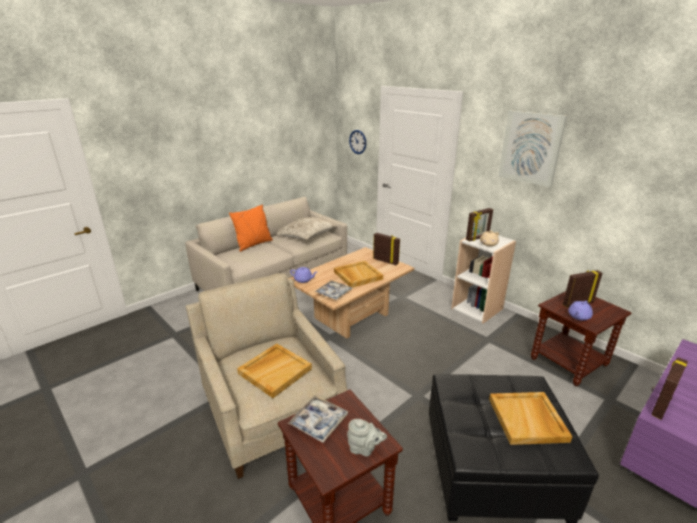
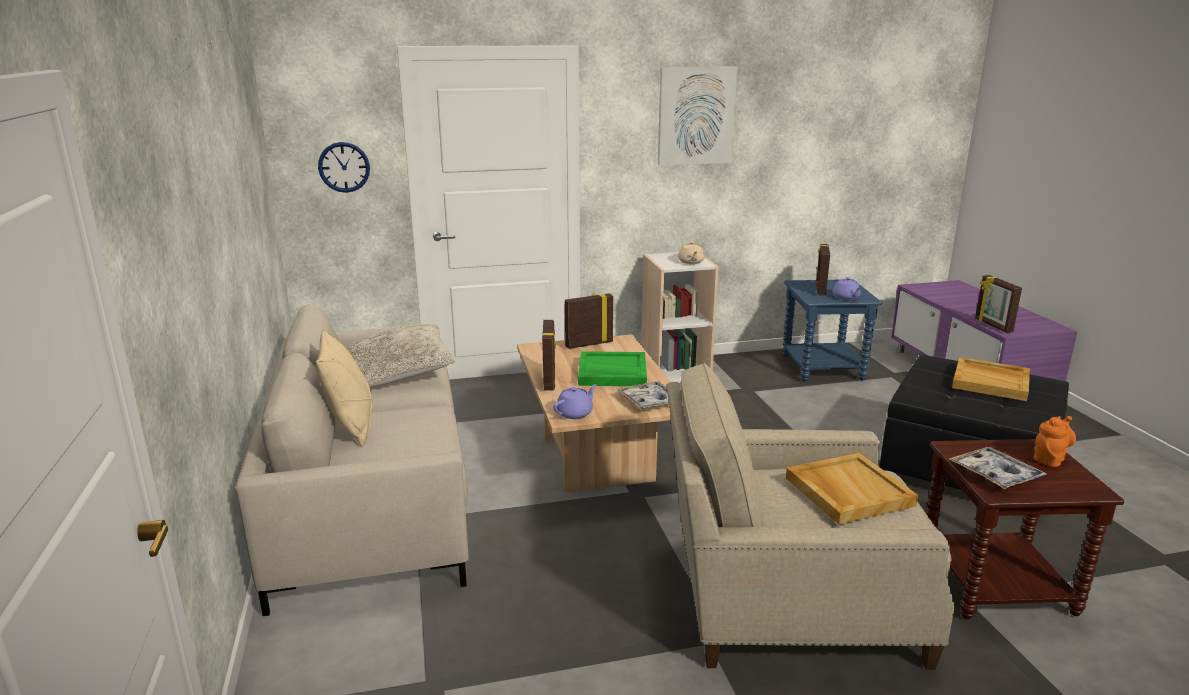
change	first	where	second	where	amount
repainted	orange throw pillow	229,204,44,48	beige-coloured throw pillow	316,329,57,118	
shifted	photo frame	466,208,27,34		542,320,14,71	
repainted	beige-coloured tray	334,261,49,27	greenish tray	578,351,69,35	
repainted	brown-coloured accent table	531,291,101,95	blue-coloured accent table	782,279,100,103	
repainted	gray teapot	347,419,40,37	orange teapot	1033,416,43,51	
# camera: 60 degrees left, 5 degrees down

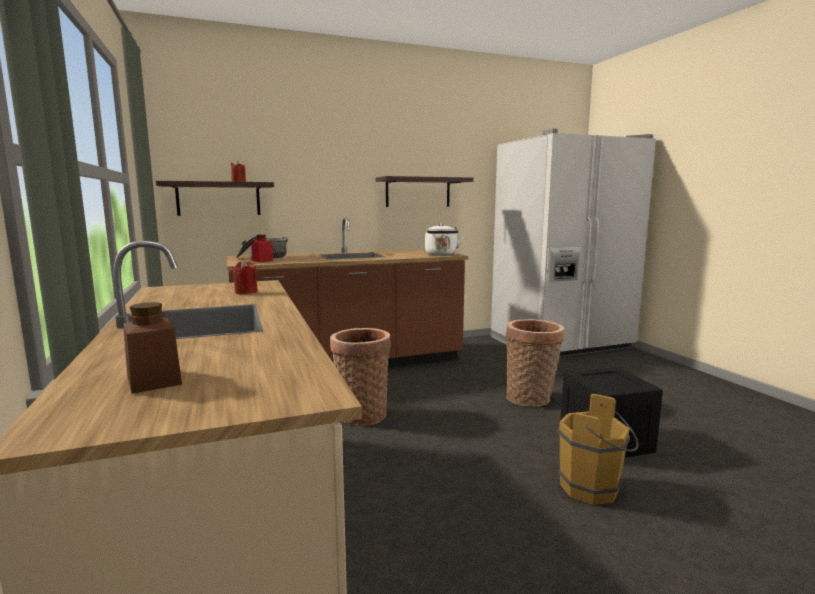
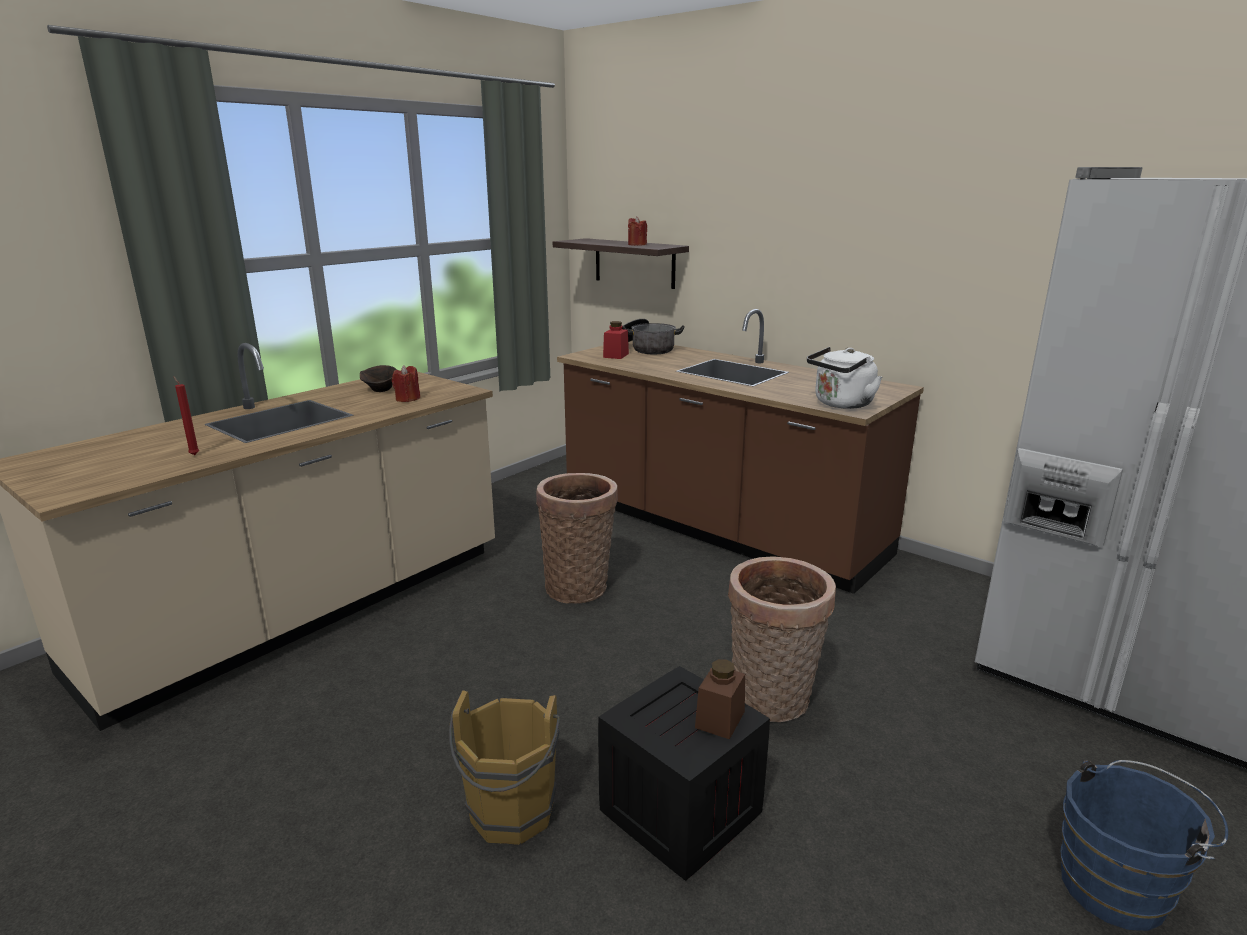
change	first	where	second	where	amount
gone	bracket shelf	375,176,99,31			
shifted	brown-coloured preserve jar	123,302,59,92		695,659,50,80	
new			brown-coloured serving bowl	360,365,37,27	
new			red-coloured wax light	173,376,27,79	
new			blue-coloured pail	1060,760,168,171	
# camera: 60 degrees right, 10 degrees up

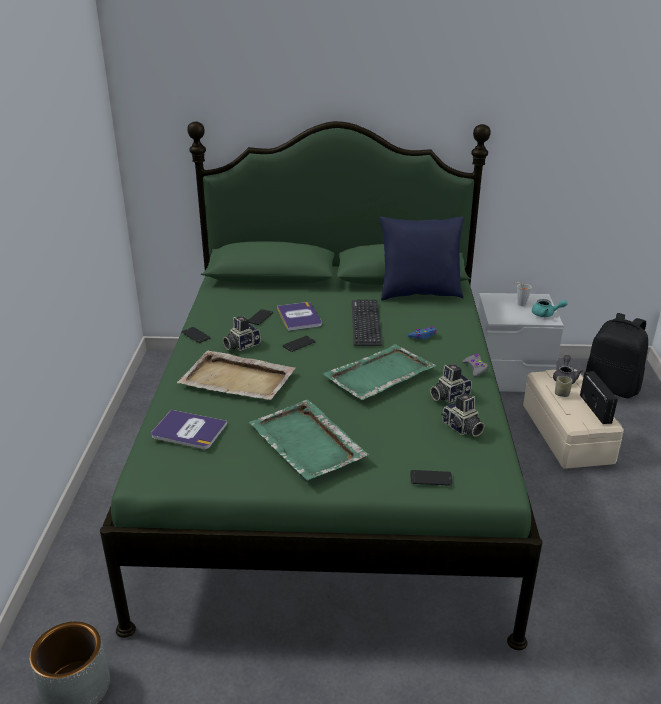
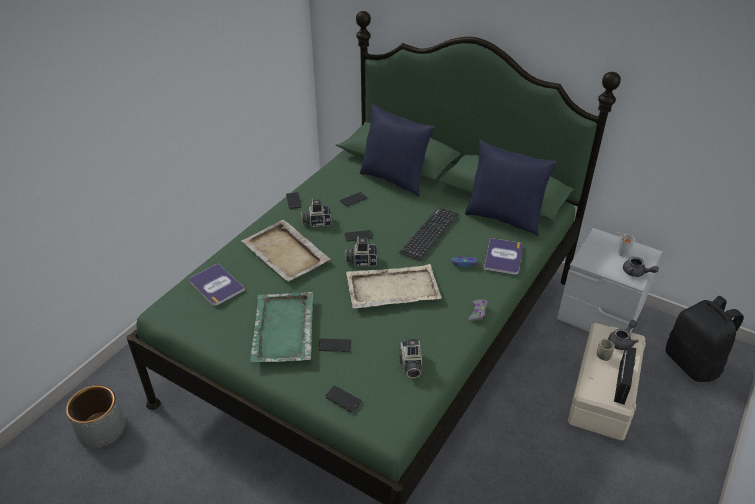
change	first	where	second	where	amount
repainted	turquoise teapot	532,299,36,18	gray teapot	623,257,36,20	
shifted	volume	277,302,45,29		484,238,39,37	
repainted	greenish tray	322,344,114,56	beige-coloured tray	346,264,96,44	
shifted	photo camera	430,364,42,39		345,236,32,30	
new			blue-coloured throw pillow	360,104,75,93	
new			telephone	318,339,33,13	
# camera: 30 degrees right, 10 degrees up

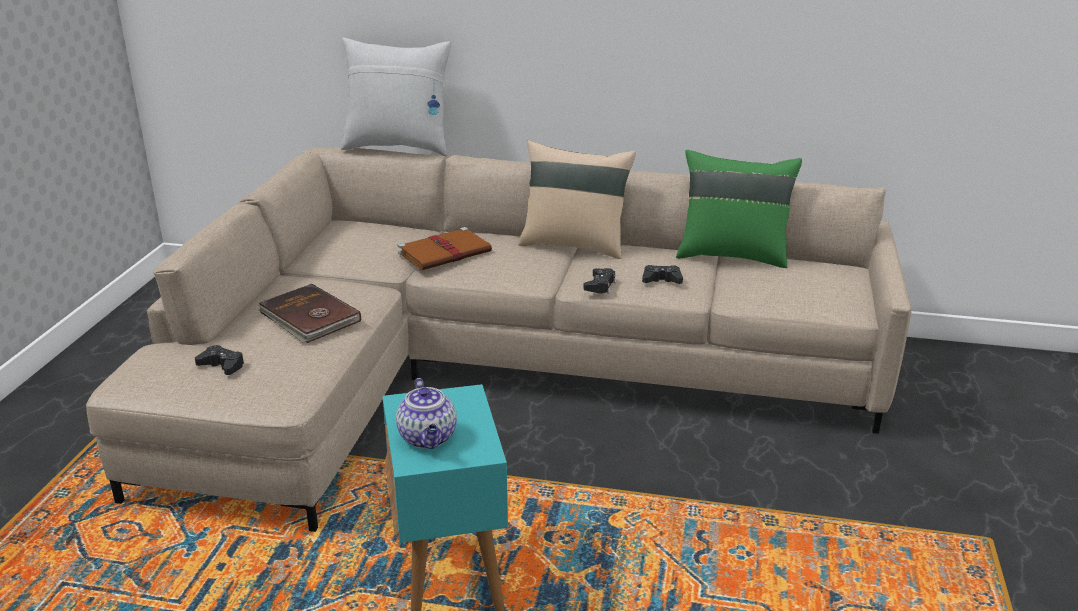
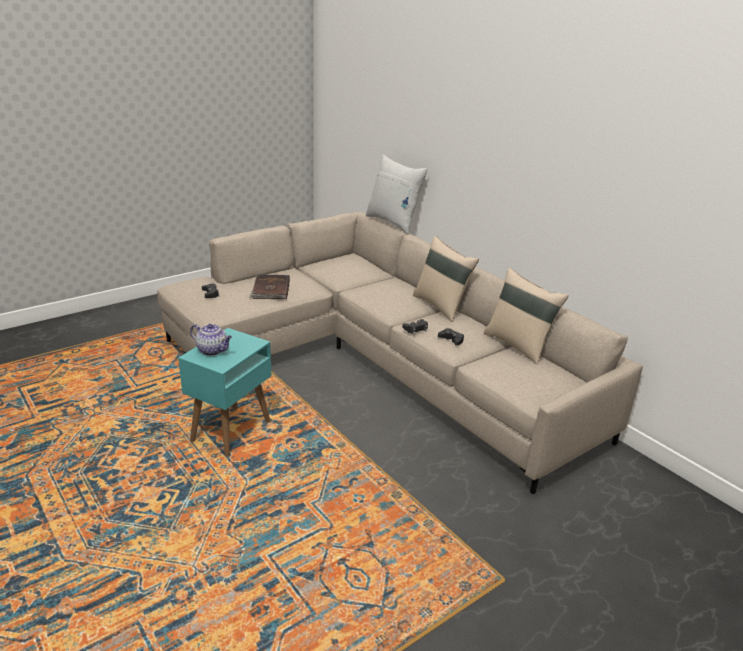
change	first	where	second	where	amount
repainted	greenish throw pillow	676,150,126,118	beige-coloured throw pillow	483,267,86,97	
gone	brown-coloured volume	398,227,94,43			
rotated	teapot	396,378,61,71		190,324,42,32	90 degrees counterclockwise
# camera: 40 degrees right, 0 degrees up

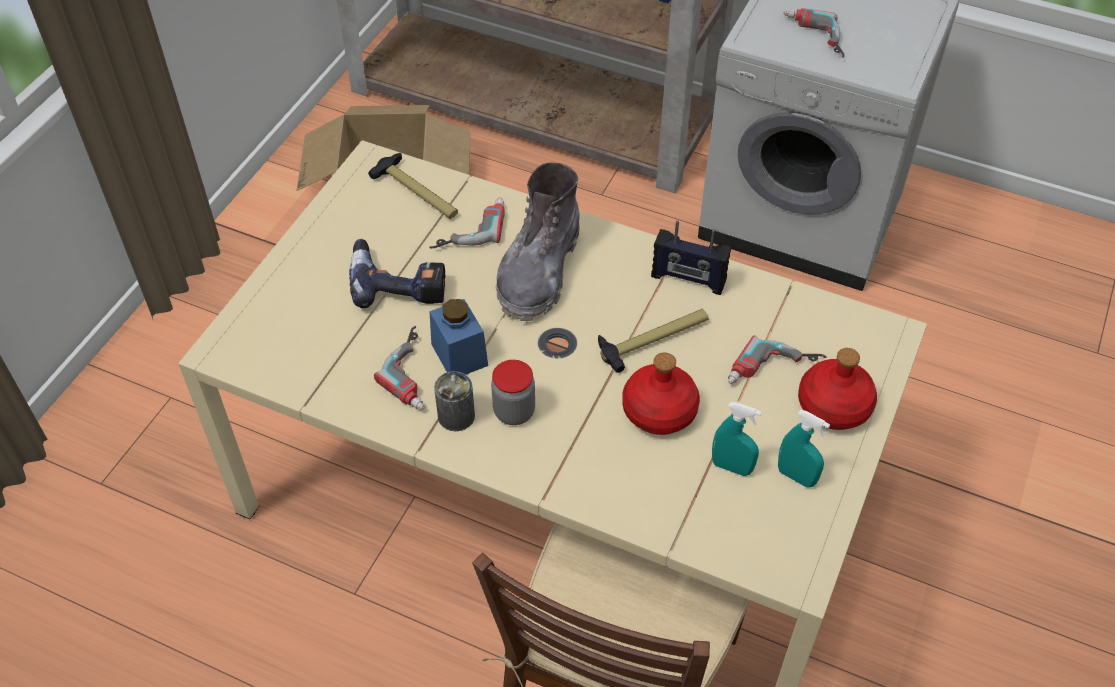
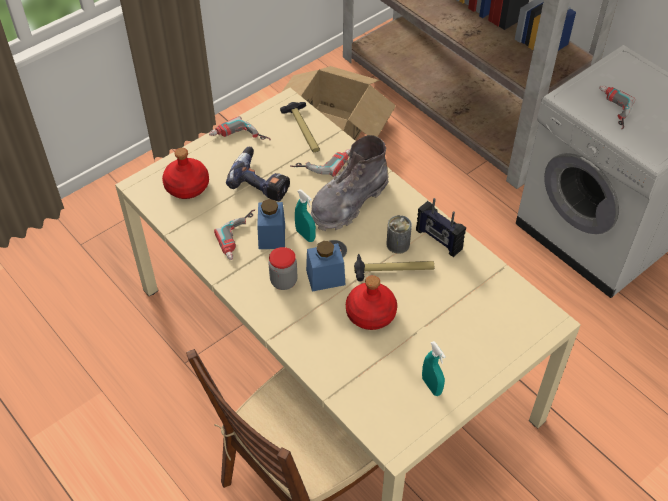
change	first	where	second	where	amount
shifted	electric drill	728,335,99,49		209,116,62,24	
shifted	red-coloured bottle	798,348,79,82		162,148,47,51	
shifted	sealed can	434,371,41,60		387,215,25,39	
shifted	turquoise sprayer	712,402,50,74		295,190,21,52	
new			blue-coloured preserve jar	306,241,39,50	
# camera: 25 degrees right, 0 degrees up

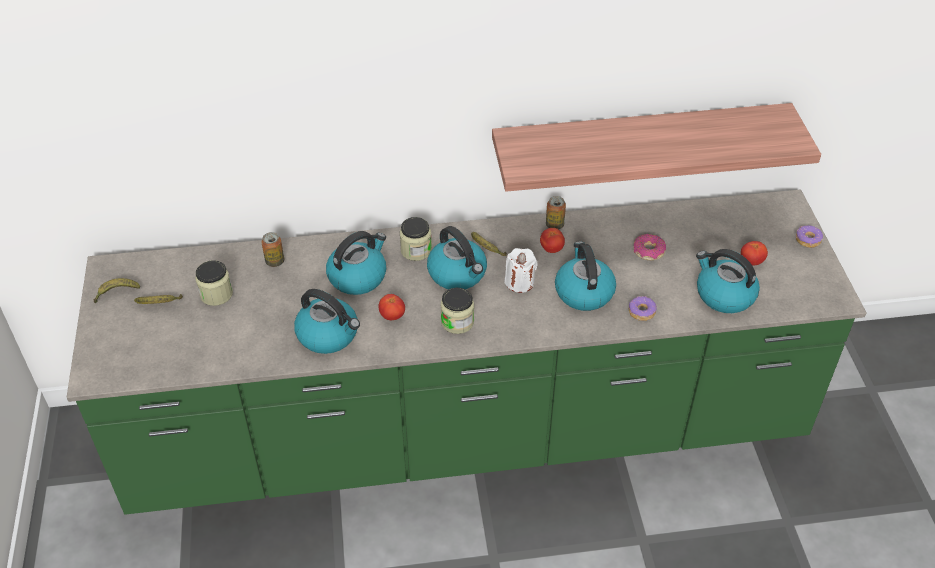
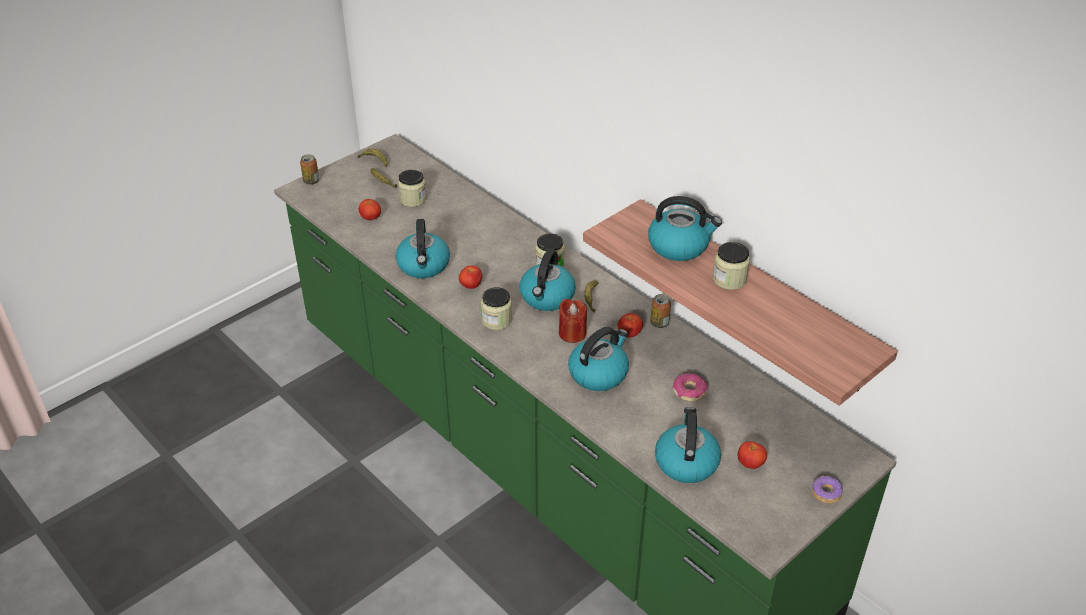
change	first	where	second	where	amount
shifted	tea kettle	326,231,60,64		648,196,74,65	
shifted	sealed can	261,232,23,35		300,154,19,31	
repainted	whitish wax light	505,248,33,45	red-coloured wax light	559,299,28,44	
gone	doughnut	629,296,28,25			
new			whole tomato	359,199,22,21	
new			preserve jar	713,242,37,48	
# camera: 55 degrees right, 5 degrees down

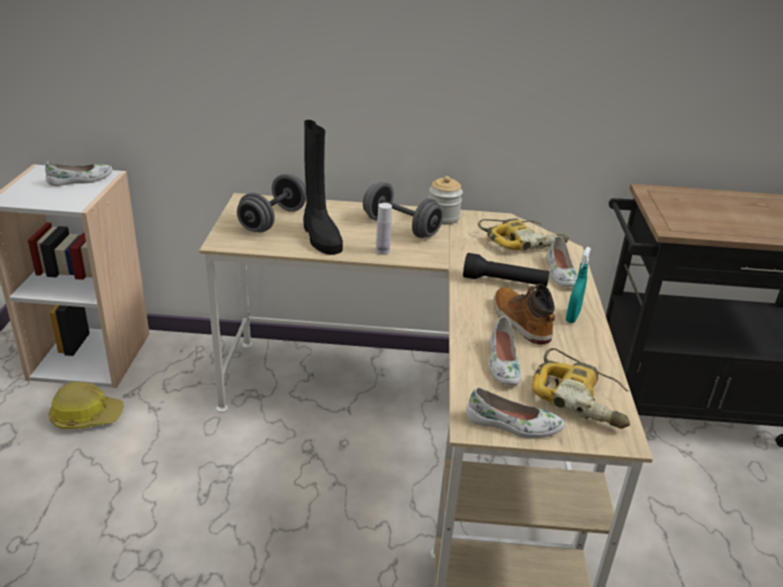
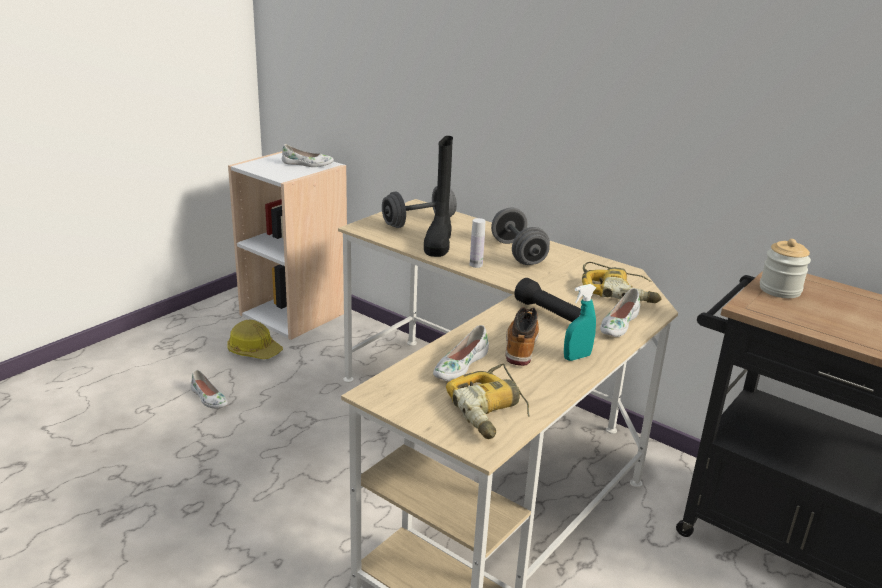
change	first	where	second	where	amount
shifted	preserve jar	429,176,34,49		760,239,51,59	
shifted	whitish item of footwear	466,387,99,51		191,370,37,39	
# camera: 35 degrees right, 5 degrees down

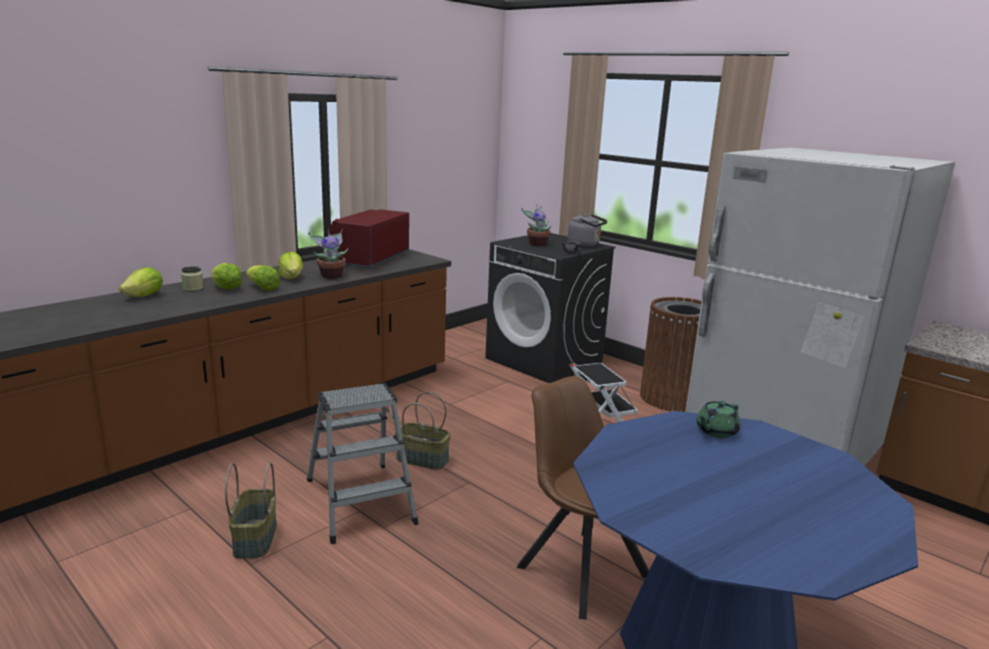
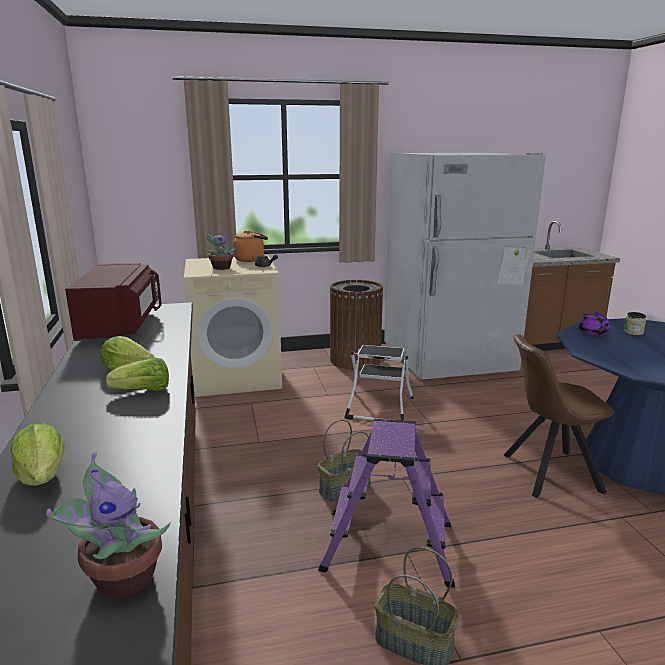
change	first	where	second	where	amount
rotated	red-coloured kitchen microwave	328,209,81,60		65,263,97,78	150 degrees counterclockwise
repainted	gray tea kettle	568,214,39,33	orange tea kettle	233,231,35,31	
shifted	potted plant	308,229,40,49		46,452,125,146	
repainted	black washing machine	485,233,131,150	beige-coloured washing machine	184,256,98,141	
gone	head of lettuce	211,263,31,26			
shifted	preserve jar	181,266,23,25		624,312,22,23	
repainted	gray step stool	307,383,112,161	purple-coloured step stool	318,419,137,169	
repainted	greenish teapot	696,401,44,37	purple-coloured teapot	579,312,31,24	
# camera: 55 degrees left, 0 degrees up

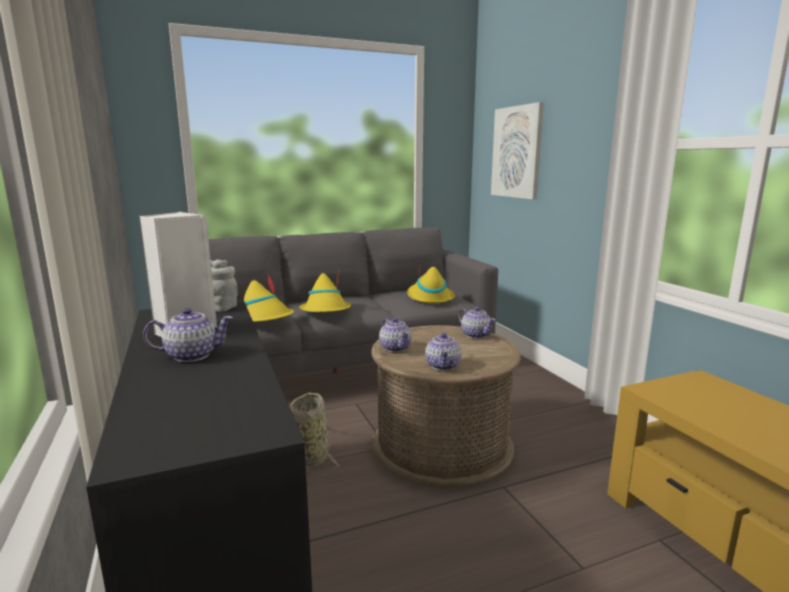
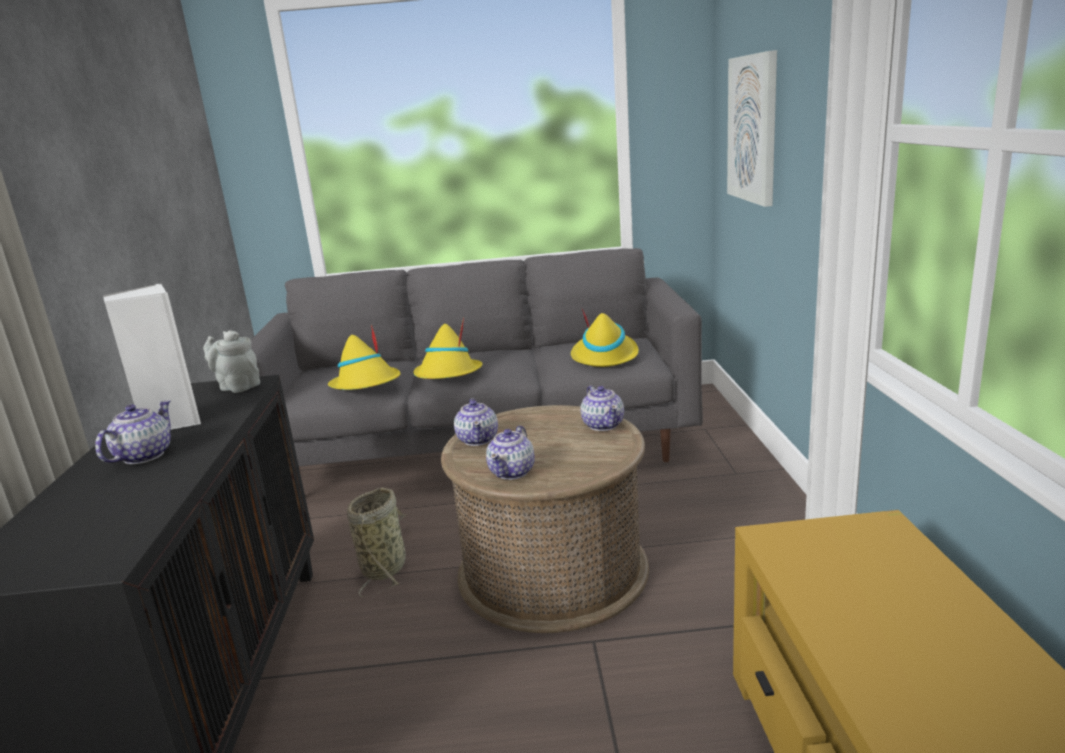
change	first	where	second	where	amount
rotated	teapot	143,308,90,54		95,400,76,64	75 degrees counterclockwise
# camera: 20 degrees right, 5 degrees up

